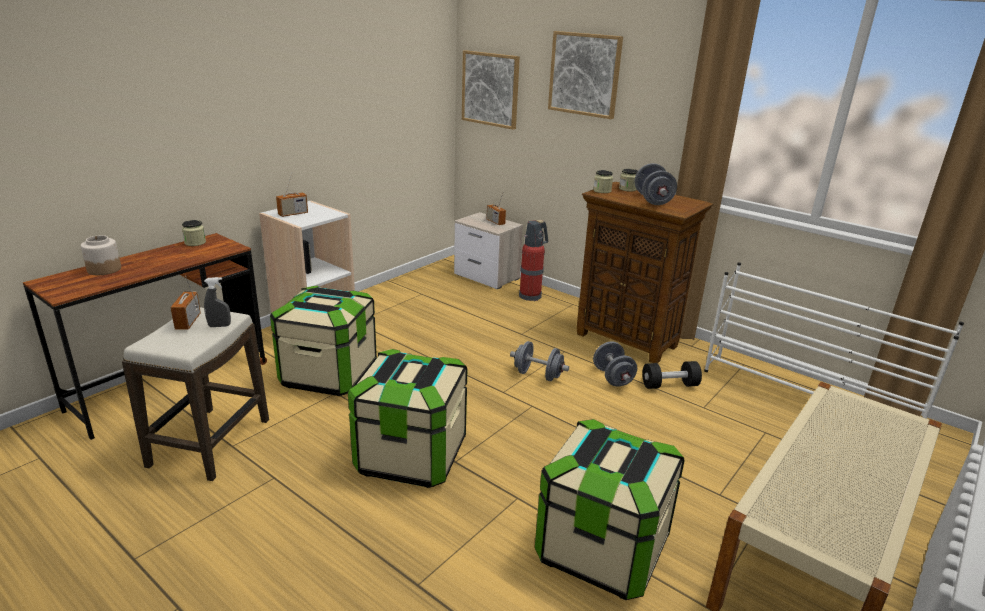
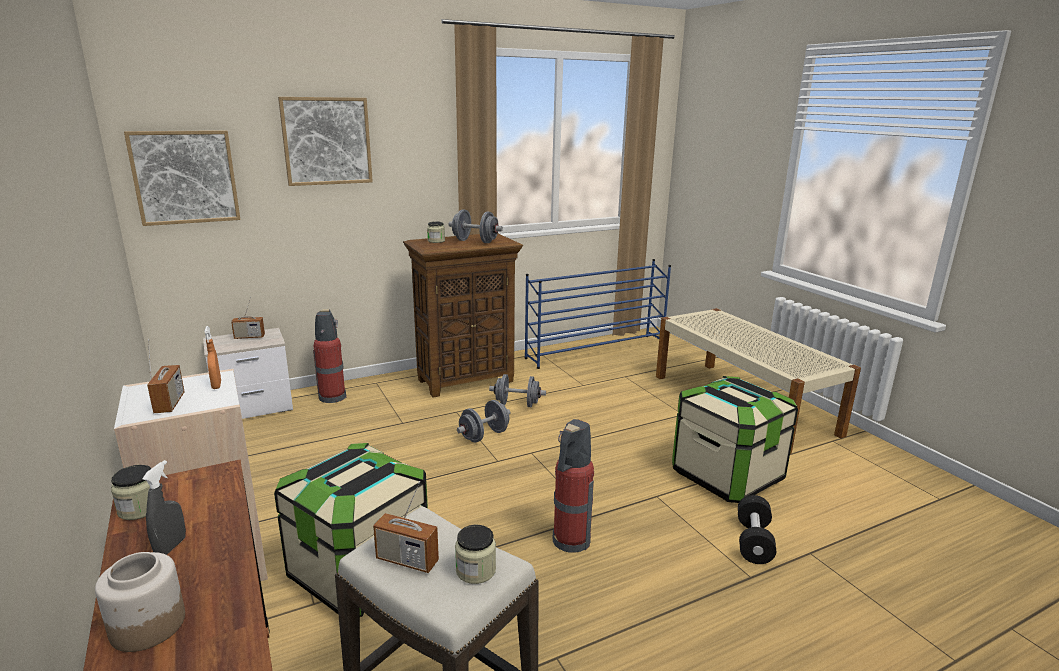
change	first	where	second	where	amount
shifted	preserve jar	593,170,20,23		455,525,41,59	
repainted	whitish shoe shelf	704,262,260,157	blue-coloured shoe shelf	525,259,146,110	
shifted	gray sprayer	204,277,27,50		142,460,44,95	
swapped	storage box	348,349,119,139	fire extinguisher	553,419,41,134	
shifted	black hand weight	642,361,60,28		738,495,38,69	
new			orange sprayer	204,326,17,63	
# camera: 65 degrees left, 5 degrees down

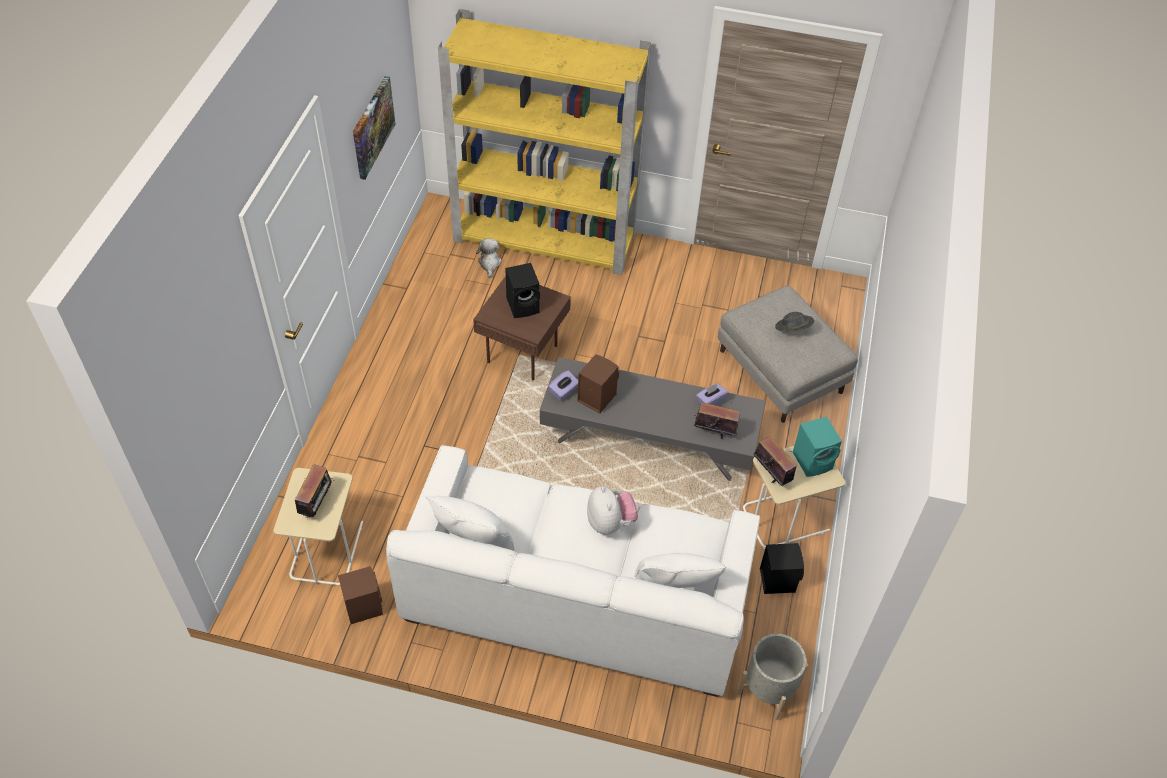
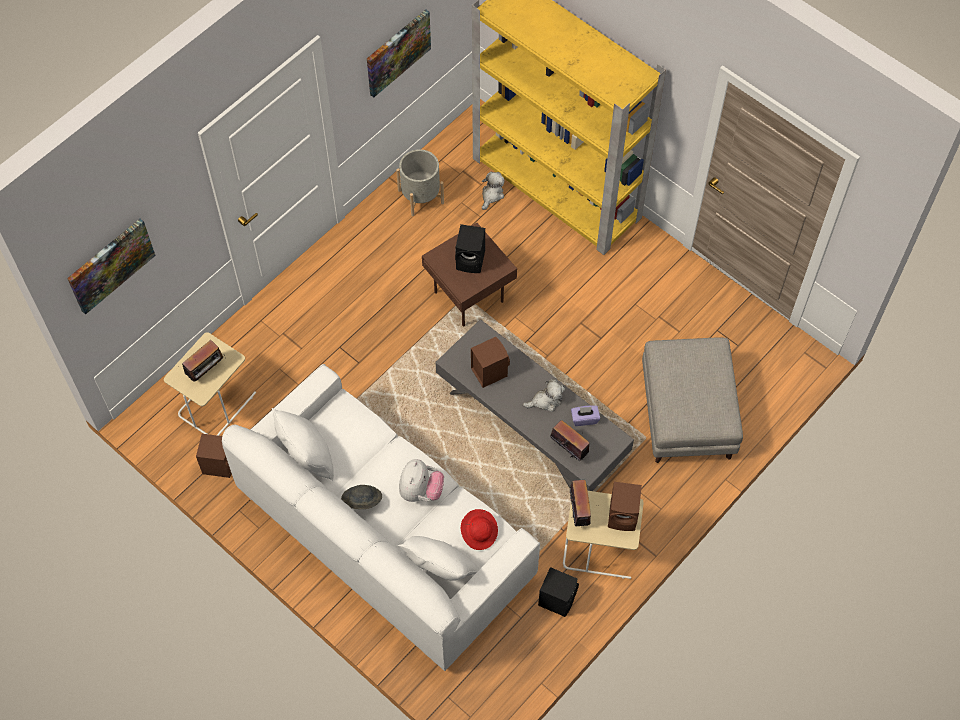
change	first	where	second	where	amount
shifted	gray hat	775,312,39,20		341,485,41,24	
gone	purple-coloured tissue holder	548,370,30,31			
repainted	turquoise speaker	793,416,49,61	brown-coloured speaker	608,482,34,49	
shifted	gray plant pot	737,634,71,86		396,149,48,67	
new			wall picture	67,219,89,96	
new			soft toy	523,379,42,33	
new			red-coloured hat	461,509,37,41	
# camera: 30 degrees right, 10 degrees up

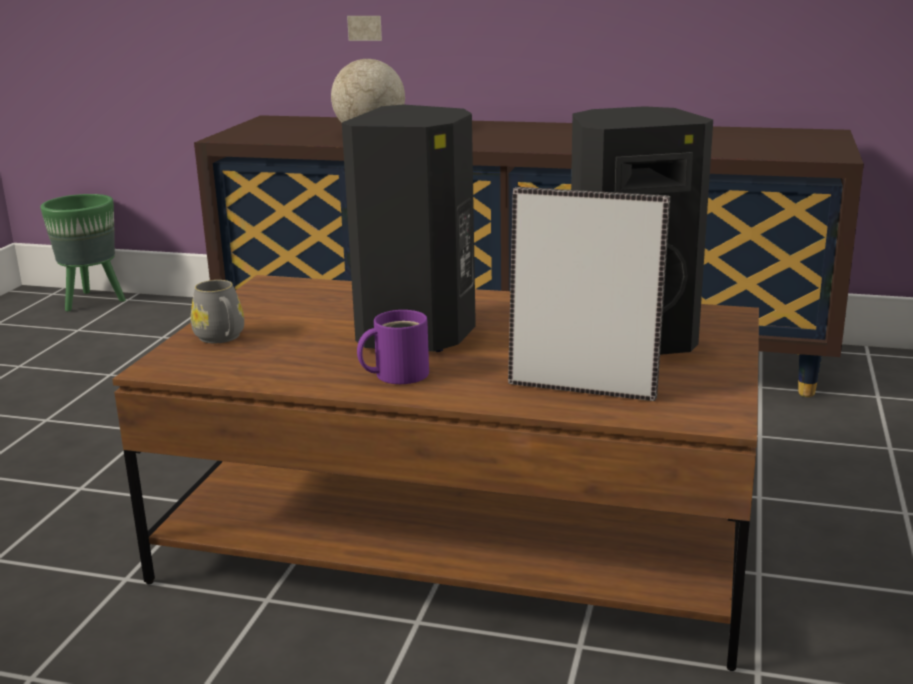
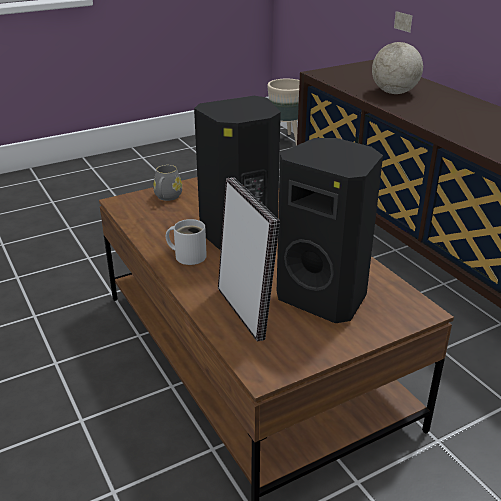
change	first	where	second	where	amount
repainted	greenish plant pot	40,194,86,117	beige-coloured plant pot	267,79,33,66	
repainted	purple-coloured tea mug	357,310,72,74	whitish tea mug	166,219,41,46	
# camera: 45 degrees right, 10 degrees up

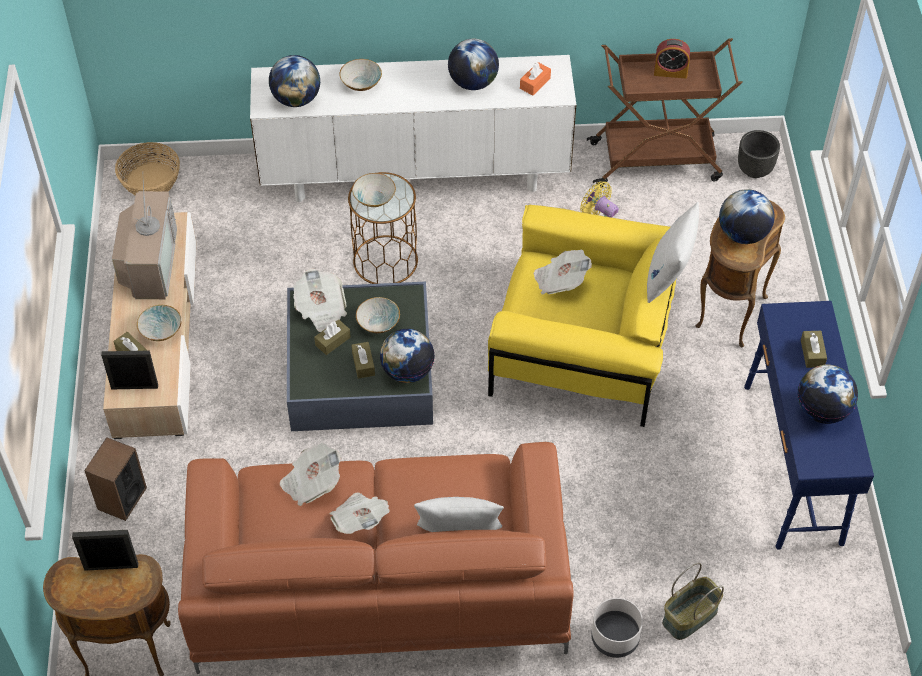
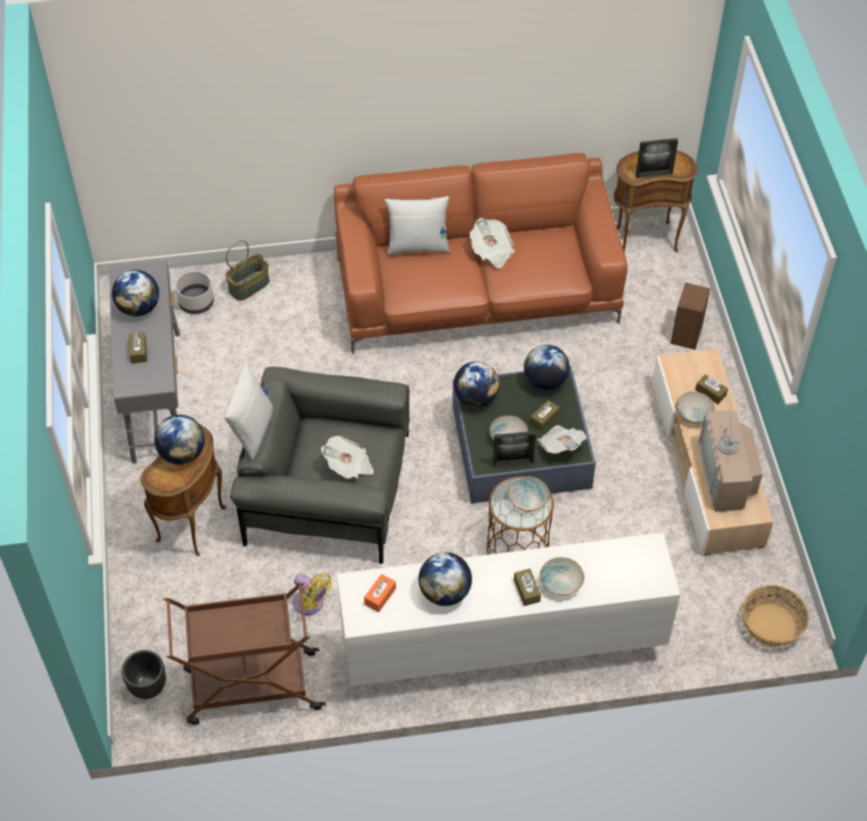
change	first	where	second	where	amount
gone	alarm clock	654,39,36,40			
shifted	desk globe	269,55,51,52		524,345,46,45	
repainted	yellow-coloured lounge chair	488,205,188,222	gray lounge chair	230,367,180,197	
repainted	blue-coloured hall table	744,301,130,249	gray hall table	109,260,71,204	
shifted	brown-coloured tissue holder	351,342,24,37		514,568,27,38	
shifted	photo frame	101,350,57,39		493,431,43,36	
gone	newspaper	280,443,62,63			
shifted	gray plant pot	591,598,52,60		175,271,39,43	
# camera: 175 degrees right, 0 degrees up

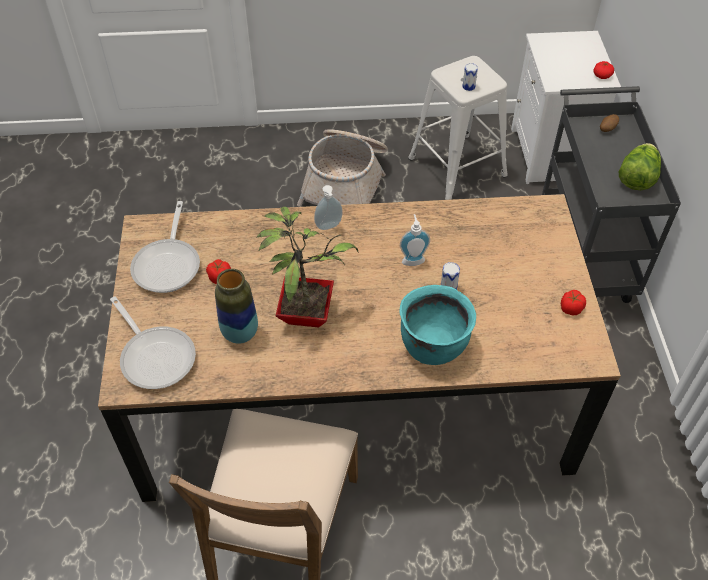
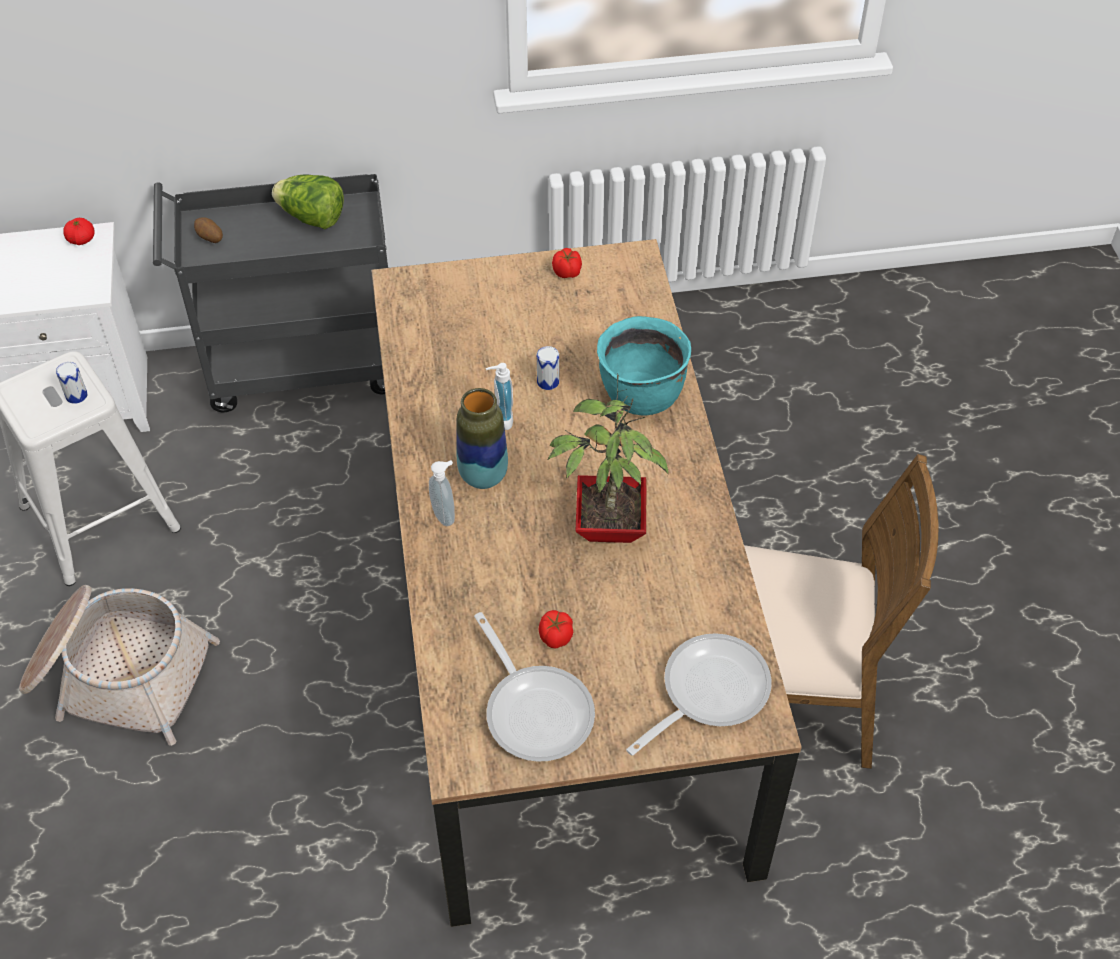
change	first	where	second	where	amount
rotated	pan	130,201,70,92		474,612,121,150	60 degrees clockwise
shifted	decorative vase	215,269,43,75		456,388,52,101	
# camera: 95 degrees left, 0 degrees up

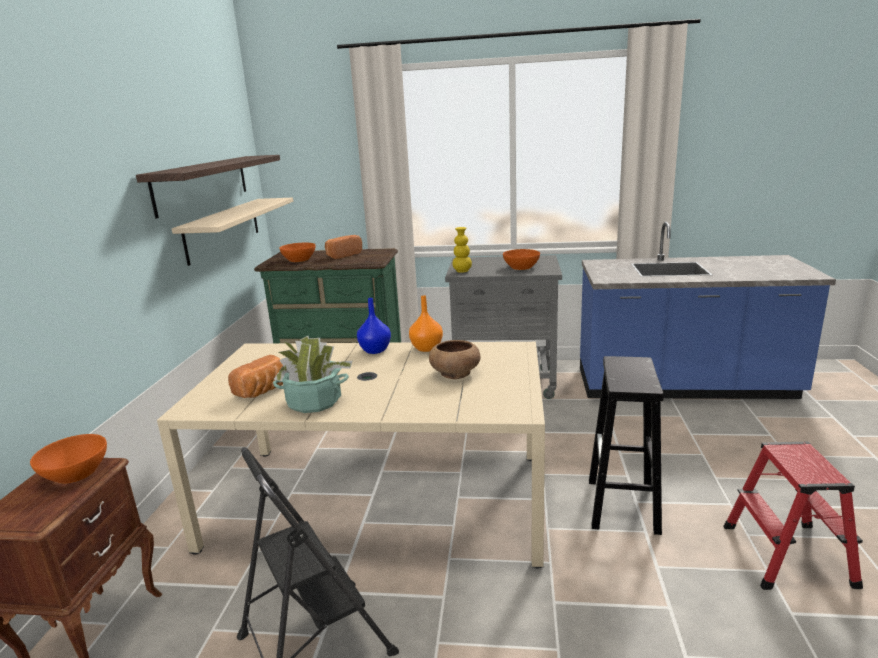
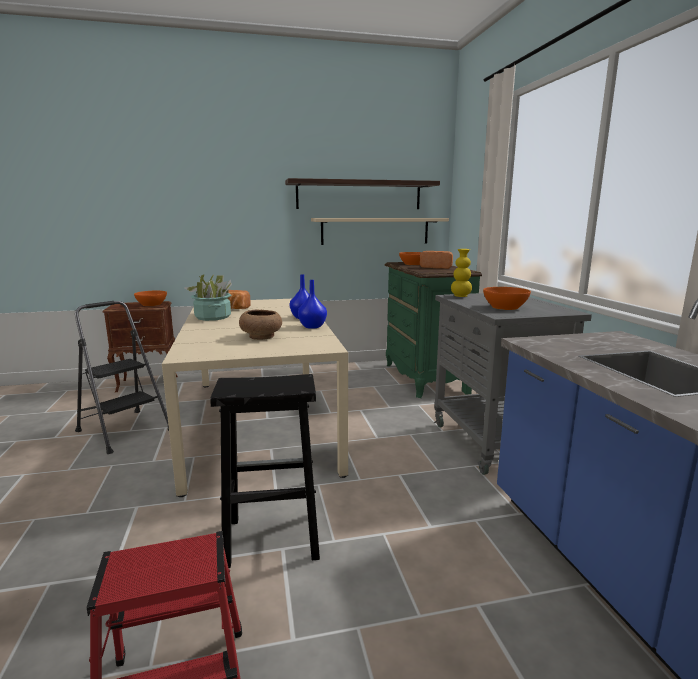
change	first	where	second	where	amount
repainted	orange decorative vase	409,295,34,57	blue-coloured decorative vase	298,280,29,49	
# camera: 70 degrees right, 5 degrees down

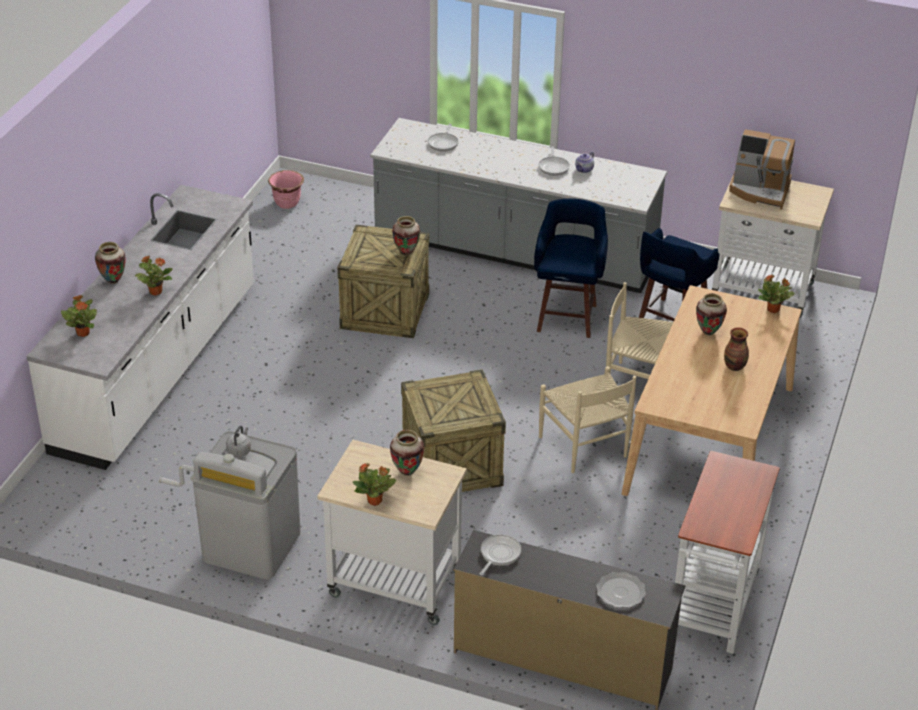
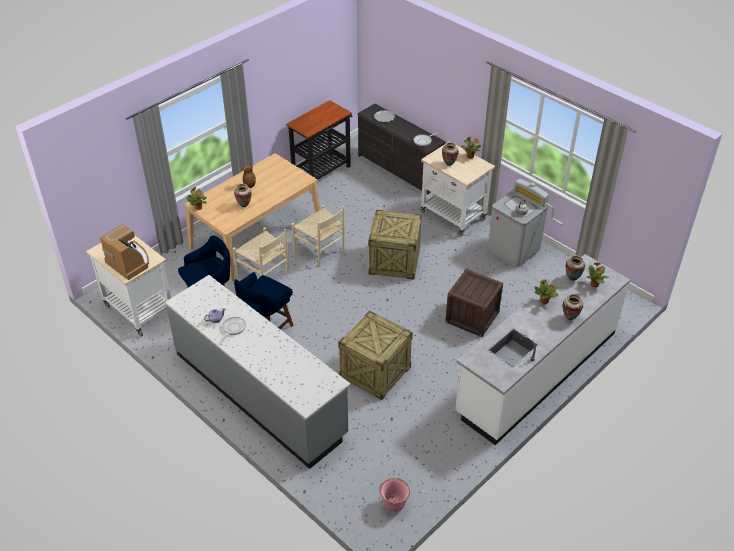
change	first	where	second	where	amount
gone	pan	428,124,31,28			
shifted	decorative vase	392,216,28,40		566,255,19,26	
rotated	beige-coloured plain chair	539,366,97,107		292,205,53,61	135 degrees clockwise
repainted	whitish trolley	675,451,105,203	black trolley	286,100,66,80	
new			packing crate	445,269,58,68	
# camera: 155 degrees left, 5 degrees up

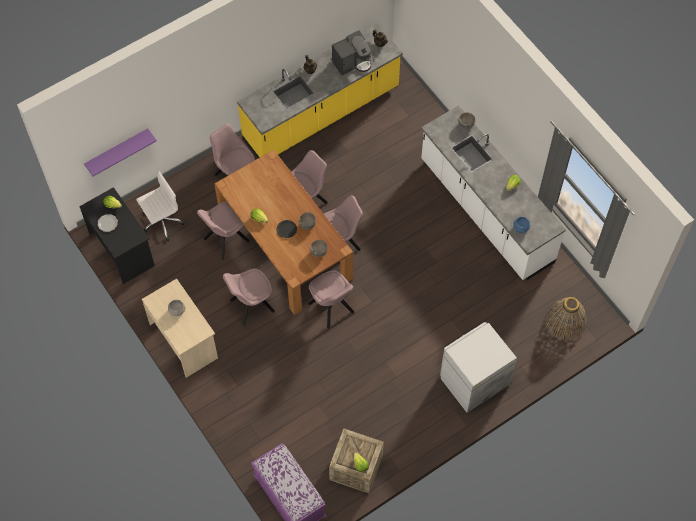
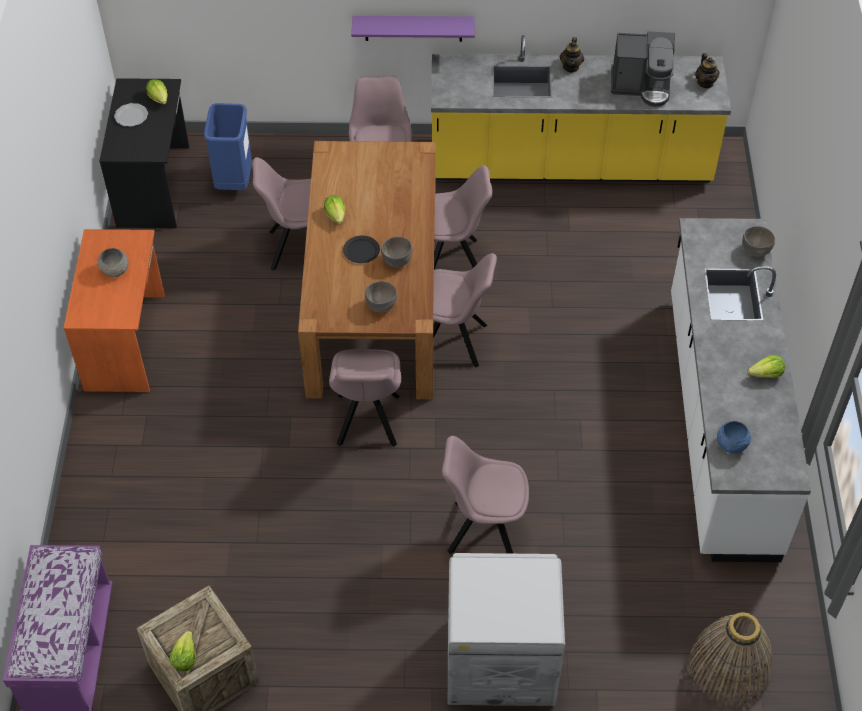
change	first	where	second	where	amount
shifted	purple-coloured bracket shelf	84,128,73,48		351,16,124,26	
swapped	whitish computer chair	136,171,48,70	blue-coloured rubbish bin	204,103,48,87	
shifted	pink plain chair	223,268,52,57		442,436,87,118	
repainted	beige-coloured desk table	142,279,76,99	orange desk table	64,229,101,163	
# camera: 35 degrees right, 10 degrees down

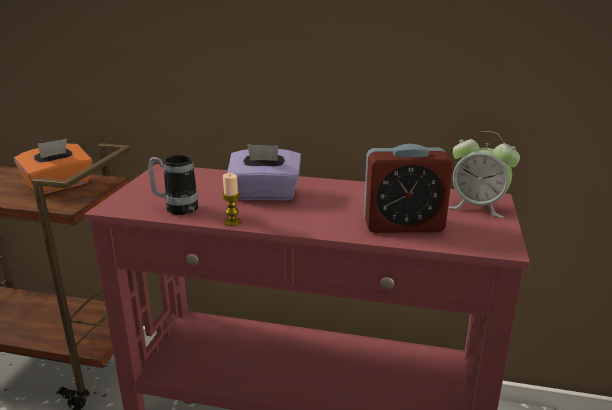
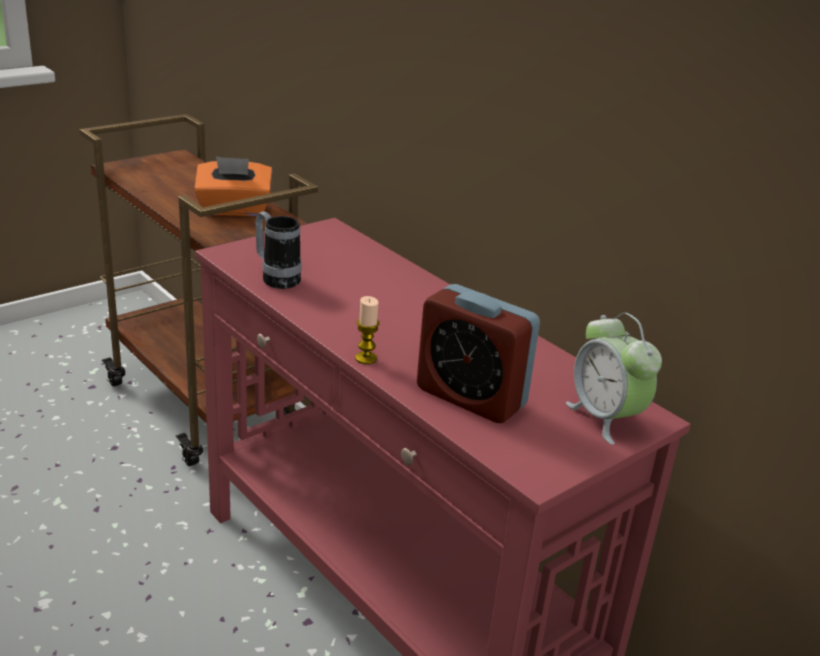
change	first	where	second	where	amount
gone	purple-coloured tissue holder	227,144,74,56			
shifted	wax light	222,173,19,53		355,296,25,68	
# camera: 35 degrees right, 5 degrees up

